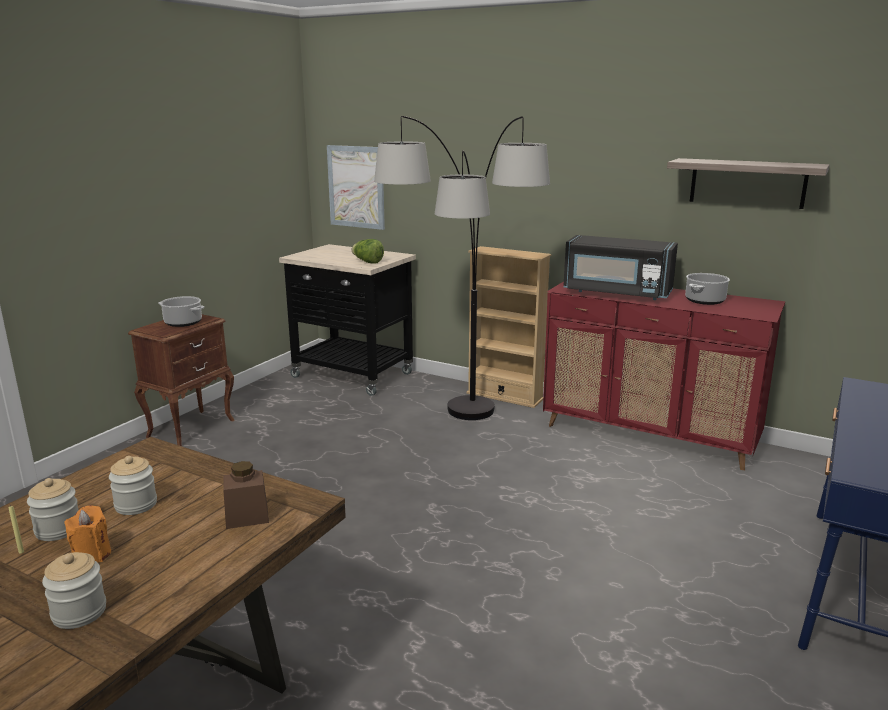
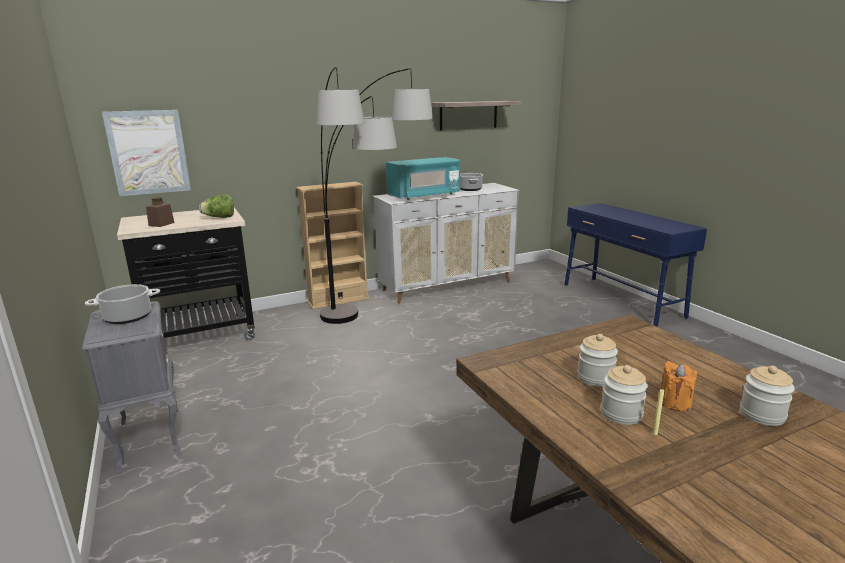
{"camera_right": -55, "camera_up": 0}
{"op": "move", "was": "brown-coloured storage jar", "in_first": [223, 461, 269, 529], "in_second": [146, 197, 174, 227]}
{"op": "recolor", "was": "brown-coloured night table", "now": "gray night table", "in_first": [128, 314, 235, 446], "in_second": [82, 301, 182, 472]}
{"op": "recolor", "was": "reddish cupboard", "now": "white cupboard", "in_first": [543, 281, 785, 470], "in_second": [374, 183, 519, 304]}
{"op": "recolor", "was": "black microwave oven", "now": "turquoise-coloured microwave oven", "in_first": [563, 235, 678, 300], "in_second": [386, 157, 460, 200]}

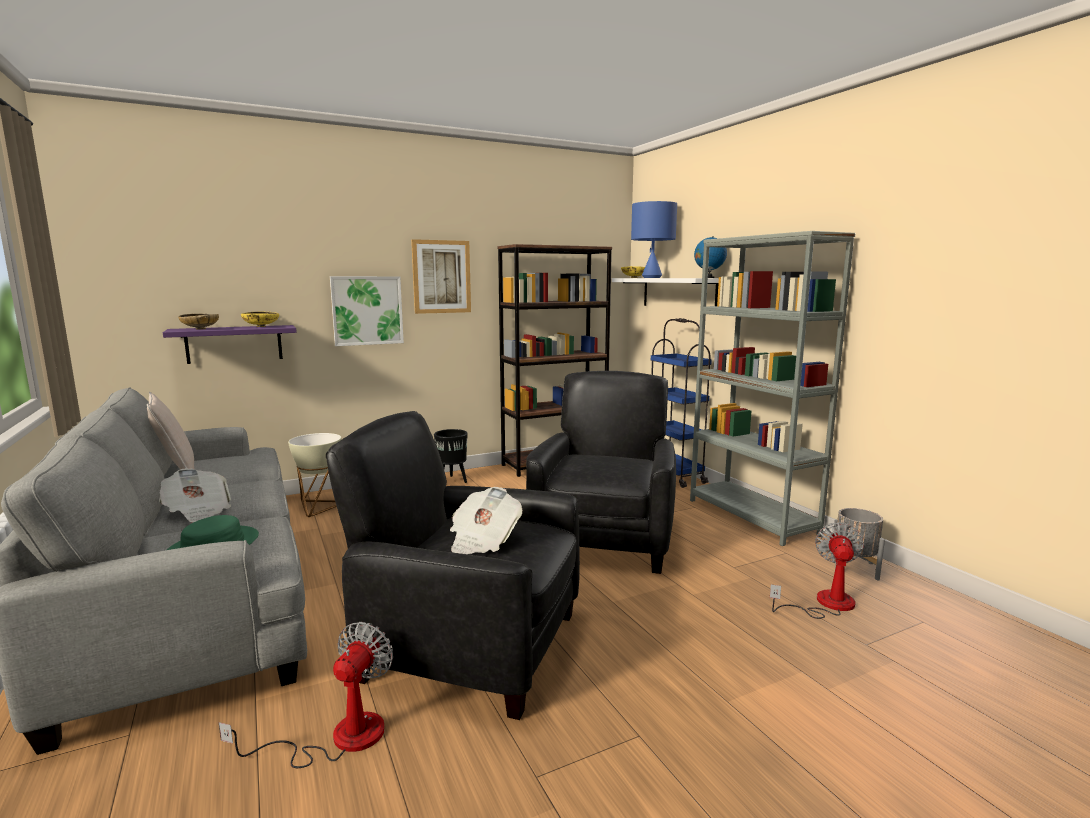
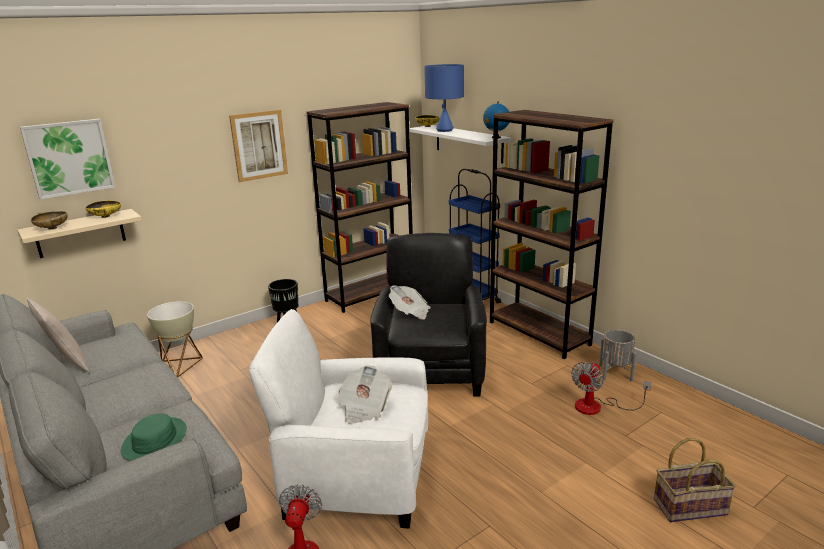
{"camera_right": -10, "camera_up": 10}
{"op": "insert", "now": "basket", "in_second": [654, 438, 736, 522]}
{"op": "move", "was": "daily paper", "in_first": [159, 468, 231, 523], "in_second": [389, 285, 430, 320]}
{"op": "move", "was": "wall art", "in_first": [330, 276, 404, 346], "in_second": [20, 119, 115, 200]}
{"op": "recolor", "was": "purple-coloured shelf", "now": "beige shelf", "in_first": [163, 325, 297, 364], "in_second": [17, 209, 142, 258]}
{"op": "recolor", "was": "black armchair", "now": "white armchair", "in_first": [326, 411, 580, 720], "in_second": [249, 309, 428, 528]}
{"op": "recolor", "was": "gray shelving unit", "now": "brown-coloured shelving unit", "in_first": [690, 231, 856, 546], "in_second": [490, 110, 614, 359]}
{"op": "rotate", "was": "electric fan", "in_first": [770, 522, 864, 619], "in_second": [571, 362, 651, 415], "clockwise": -150}

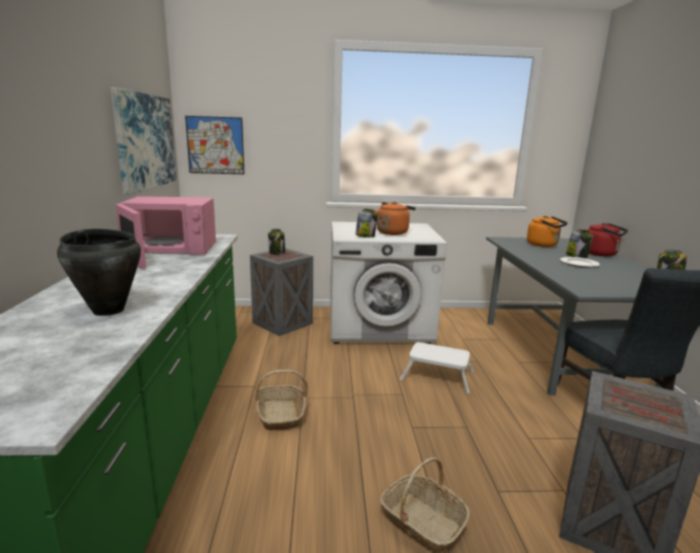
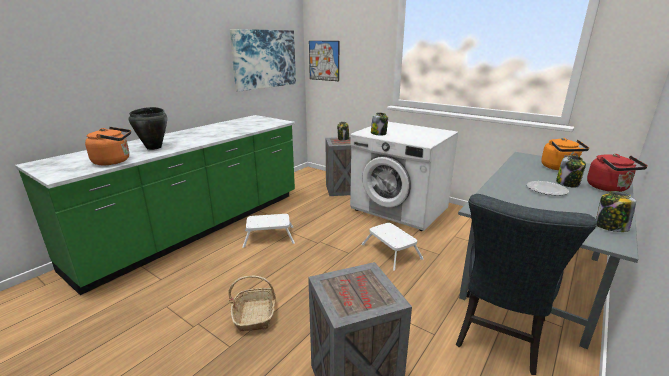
{"camera_right": 40, "camera_up": 5}
{"op": "delete", "was": "pink-coloured microwave oven", "in_first": [116, 196, 216, 269]}
{"op": "move", "was": "orange kettle", "in_first": [374, 202, 416, 235], "in_second": [85, 127, 131, 165]}
{"op": "replace", "was": "basket", "now": "white stepladder", "in_first": [255, 370, 308, 430], "in_second": [243, 214, 295, 248]}

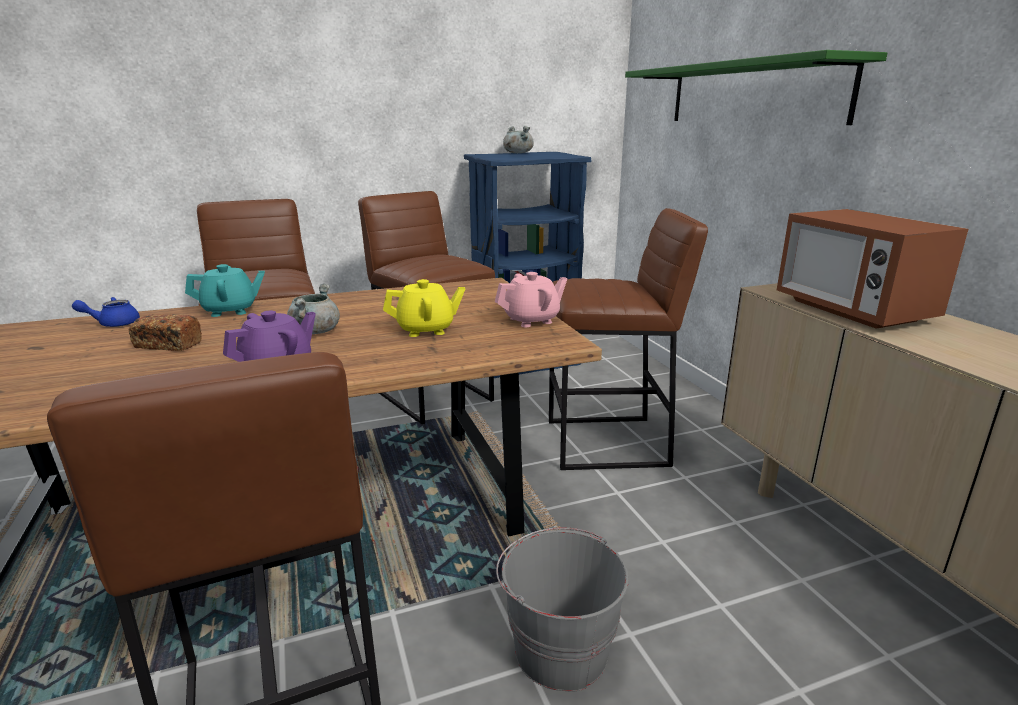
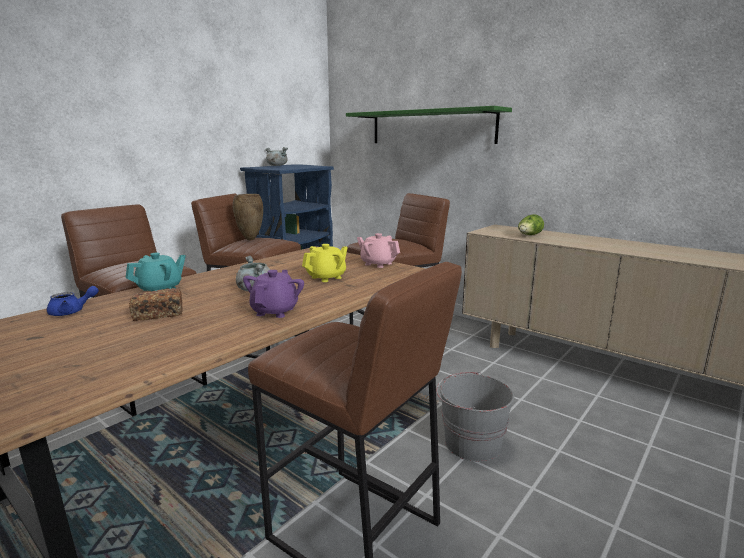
{"camera_right": -30, "camera_up": -5}
{"op": "insert", "now": "brown-coloured flower vase", "in_second": [233, 194, 263, 240]}
{"op": "replace", "was": "microwave oven", "now": "head of lettuce", "in_first": [777, 209, 968, 329], "in_second": [518, 214, 544, 235]}
{"op": "rotate", "was": "bluish teapot", "in_first": [72, 297, 140, 327], "in_second": [47, 286, 99, 316], "clockwise": -150}
{"op": "rotate", "was": "pink-coloured teapot", "in_first": [495, 272, 567, 327], "in_second": [357, 233, 400, 268], "clockwise": -90}

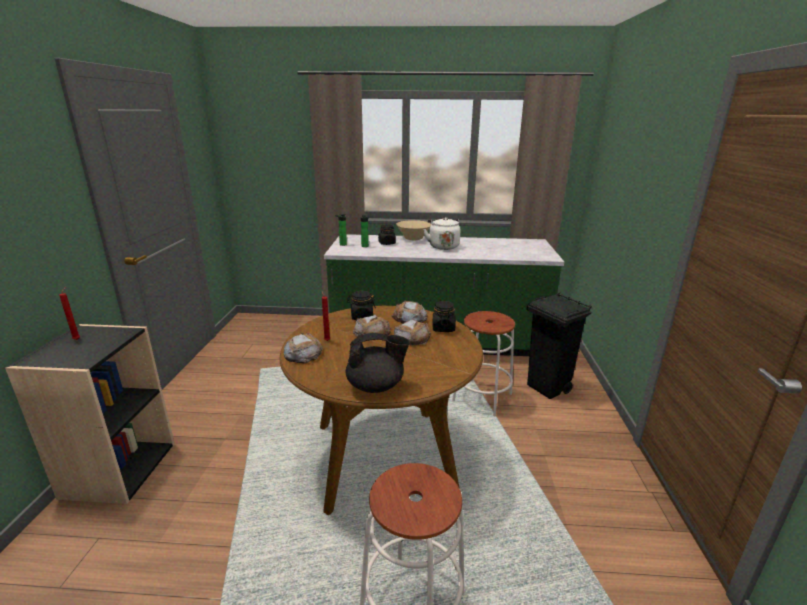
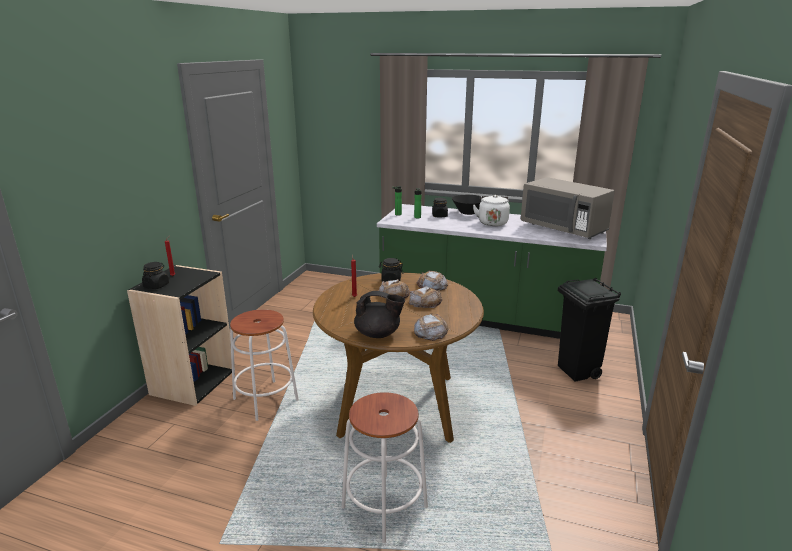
{"camera_right": 15, "camera_up": 0}
{"op": "insert", "now": "gray microwave oven", "in_second": [521, 177, 615, 239]}
{"op": "move", "was": "baked bread", "in_first": [284, 333, 323, 363], "in_second": [414, 313, 448, 341]}
{"op": "move", "was": "black storage jar", "in_first": [433, 301, 456, 332], "in_second": [142, 262, 169, 289]}
{"op": "move", "was": "white stool seat", "in_first": [452, 311, 515, 416], "in_second": [230, 309, 299, 421]}
{"op": "recolor", "was": "beige bowl", "now": "black bowl", "in_first": [396, 220, 432, 240], "in_second": [452, 195, 481, 215]}

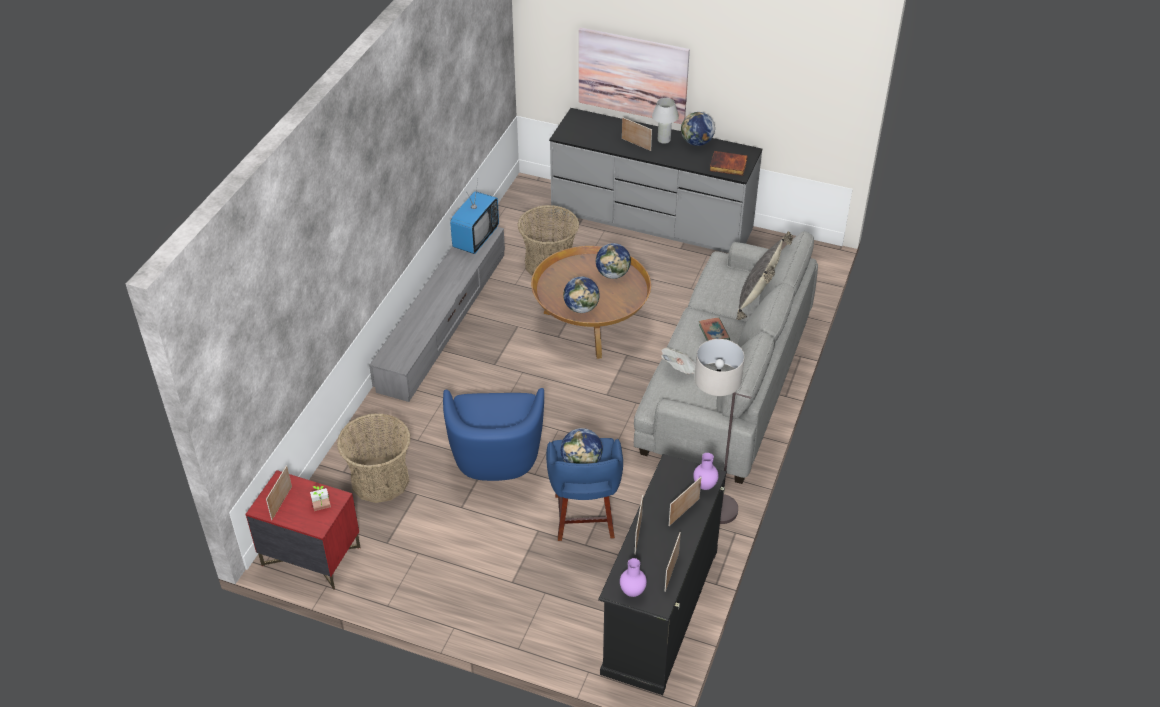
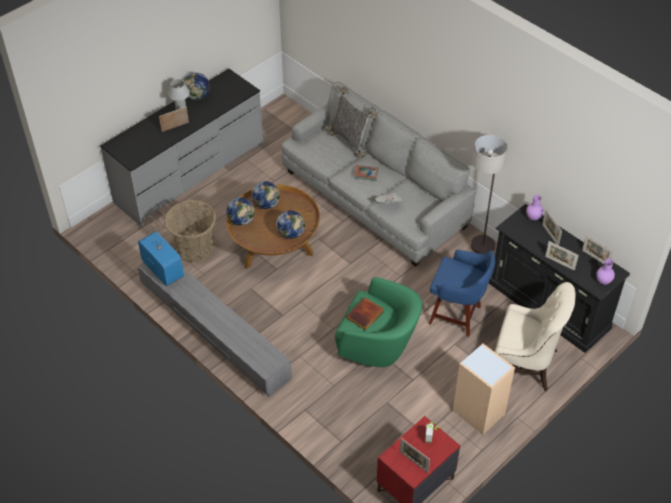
{"camera_right": -65, "camera_up": 5}
{"op": "delete", "was": "basket", "in_first": [337, 413, 411, 503]}
{"op": "delete", "was": "wall art", "in_first": [579, 28, 690, 124]}
{"op": "insert", "now": "shelving unit", "in_second": [453, 343, 515, 435]}
{"op": "insert", "now": "beige armchair", "in_second": [495, 282, 575, 391]}
{"op": "move", "was": "world globe", "in_first": [561, 428, 603, 464], "in_second": [226, 197, 255, 226]}
{"op": "move", "was": "volume", "in_first": [710, 151, 748, 176], "in_second": [346, 297, 383, 331]}
{"op": "recolor", "was": "bluish armchair", "now": "green armchair", "in_first": [443, 388, 544, 481], "in_second": [335, 277, 422, 367]}

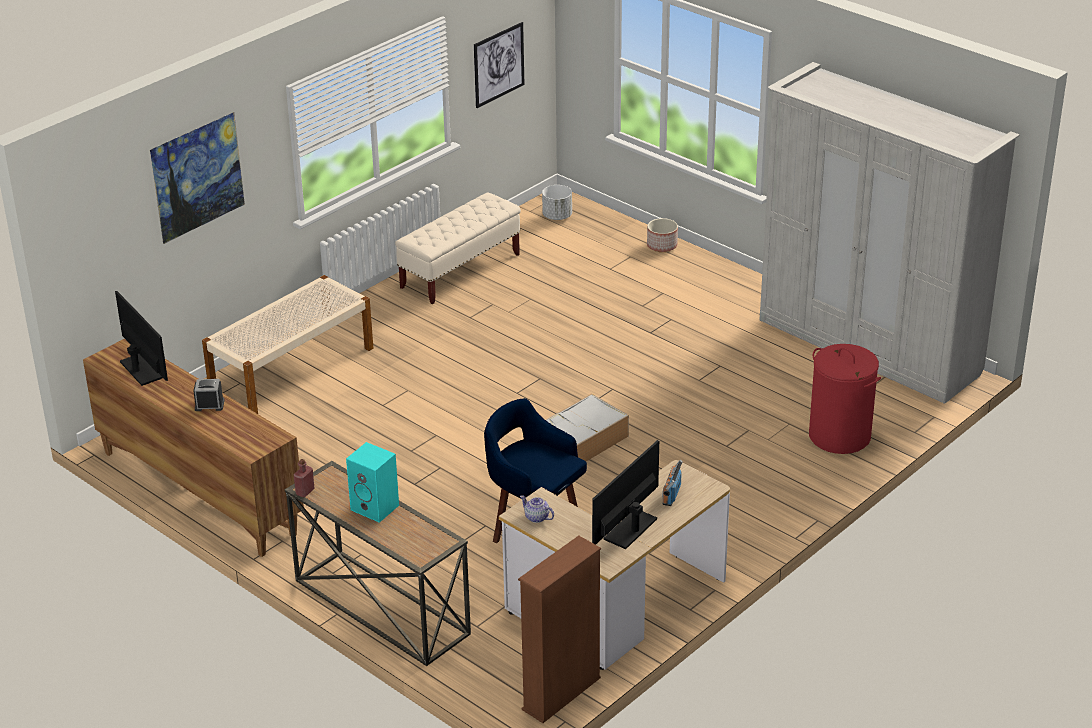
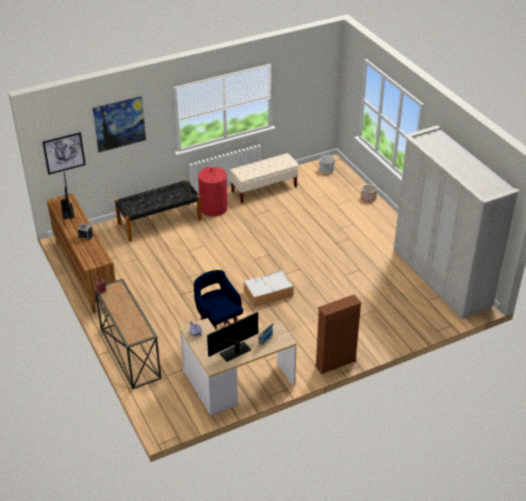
{"camera_right": 20, "camera_up": 5}
{"op": "delete", "was": "turquoise-coloured speaker", "in_first": [346, 442, 399, 523]}
{"op": "move", "was": "wall art", "in_first": [474, 22, 525, 108], "in_second": [42, 132, 86, 175]}
{"op": "move", "was": "brown-coloured shelving unit", "in_first": [518, 536, 601, 723], "in_second": [315, 294, 362, 374]}
{"op": "move", "was": "reddish hamper", "in_first": [809, 344, 881, 454], "in_second": [198, 167, 228, 217]}
{"op": "recolor", "was": "beige bench", "now": "black bench", "in_first": [202, 275, 373, 414], "in_second": [115, 180, 202, 242]}

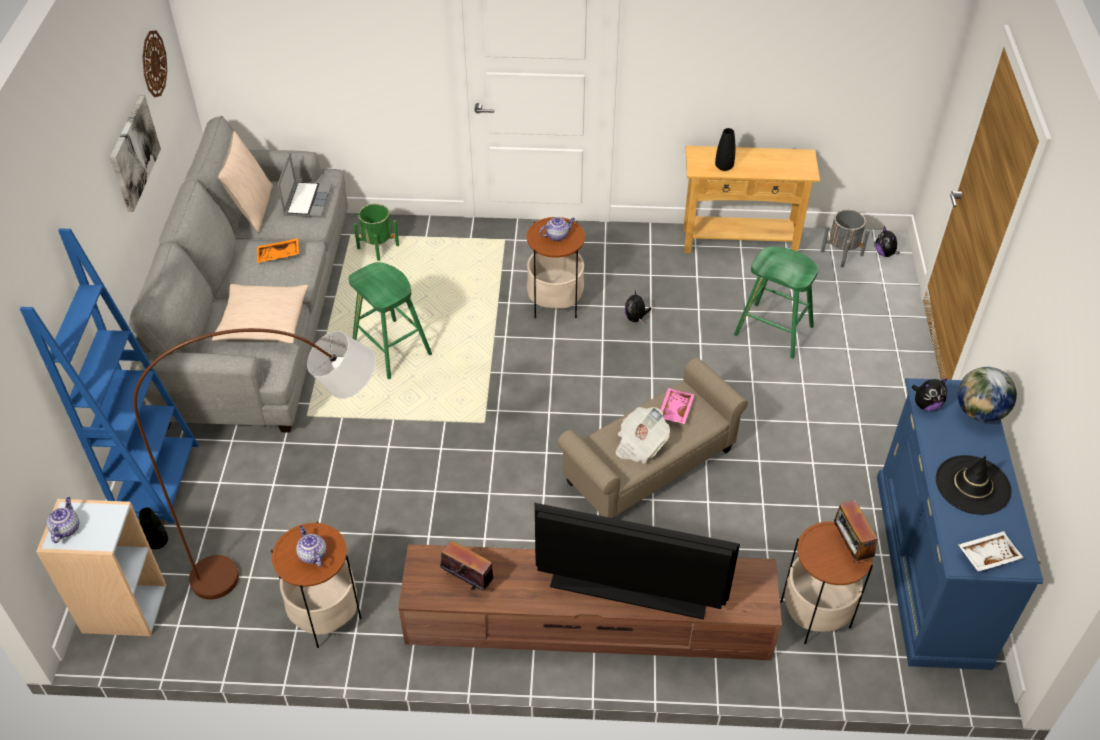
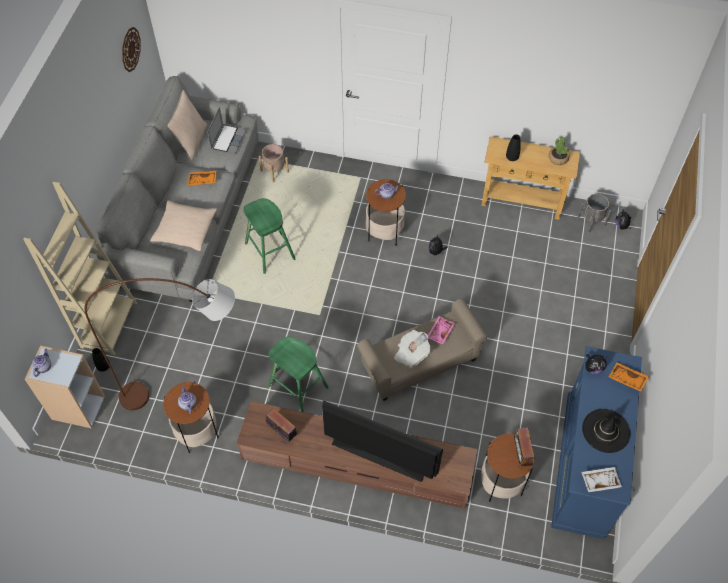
{"camera_right": 10, "camera_up": 10}
{"op": "delete", "was": "wall art", "in_first": [110, 95, 161, 212]}
{"op": "insert", "now": "houseplant", "in_second": [549, 137, 570, 165]}
{"op": "move", "was": "green stool seat", "in_first": [734, 247, 818, 359], "in_second": [268, 337, 329, 412]}
{"op": "replace", "was": "world globe", "now": "orange carrying tray", "in_first": [958, 367, 1017, 423], "in_second": [609, 363, 649, 392]}
{"op": "recolor", "was": "bluish shelving unit", "now": "beige shelving unit", "in_first": [20, 228, 199, 523], "in_second": [23, 182, 137, 355]}
{"op": "recolor", "was": "green plant pot", "now": "beige plant pot", "in_first": [353, 204, 399, 261], "in_second": [259, 144, 289, 183]}

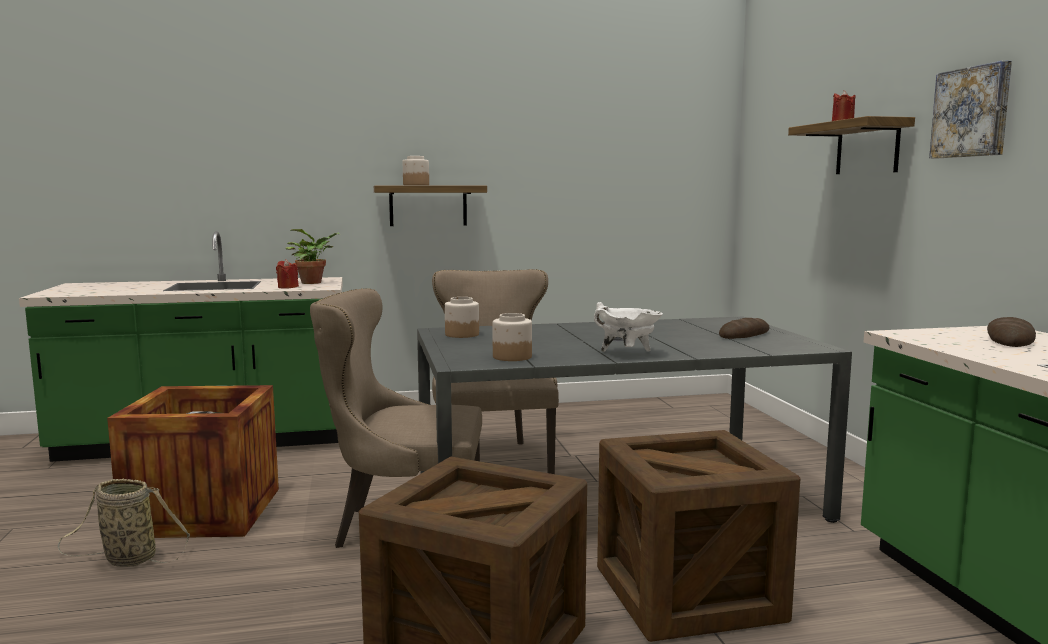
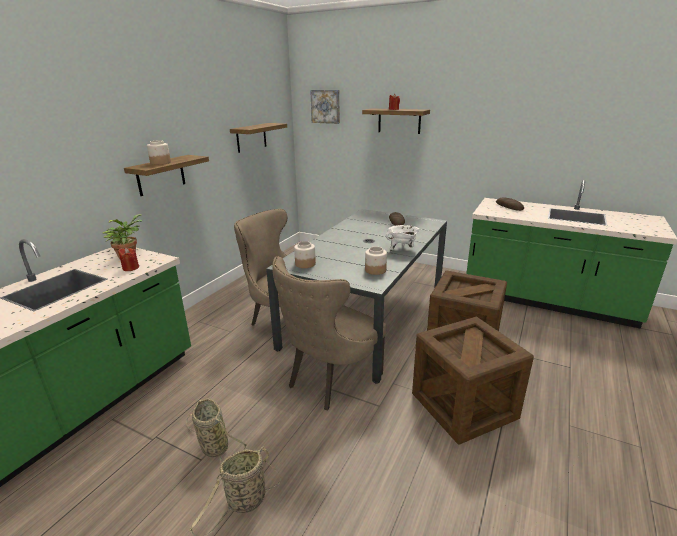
{"camera_right": -50, "camera_up": 15}
{"op": "insert", "now": "shelf", "in_second": [230, 123, 287, 153]}
{"op": "move", "was": "wall art", "in_first": [929, 60, 1012, 158], "in_second": [310, 90, 340, 124]}
{"op": "replace", "was": "shipping crate", "now": "basket", "in_first": [107, 385, 279, 538], "in_second": [186, 398, 248, 462]}

